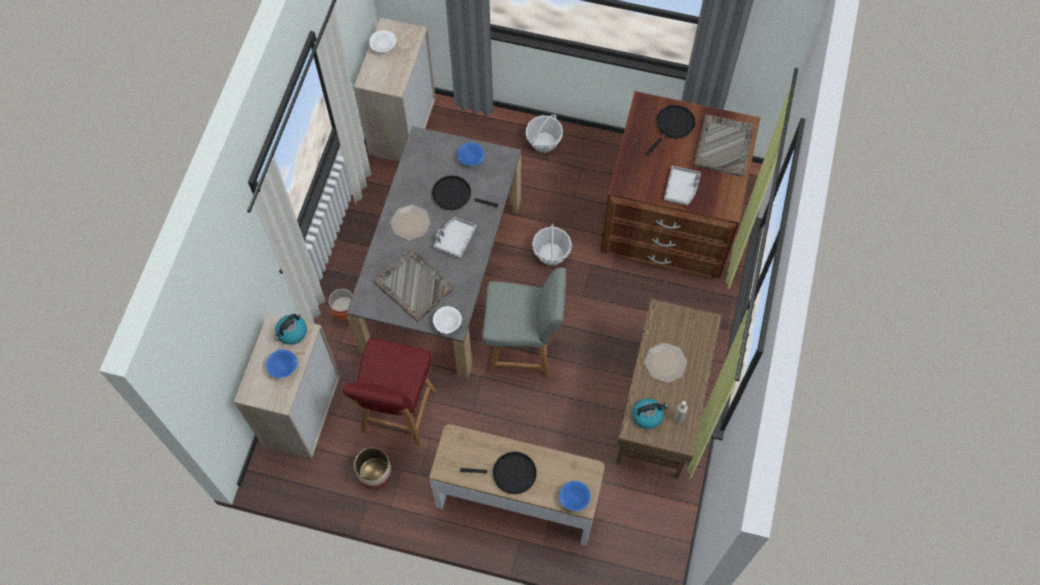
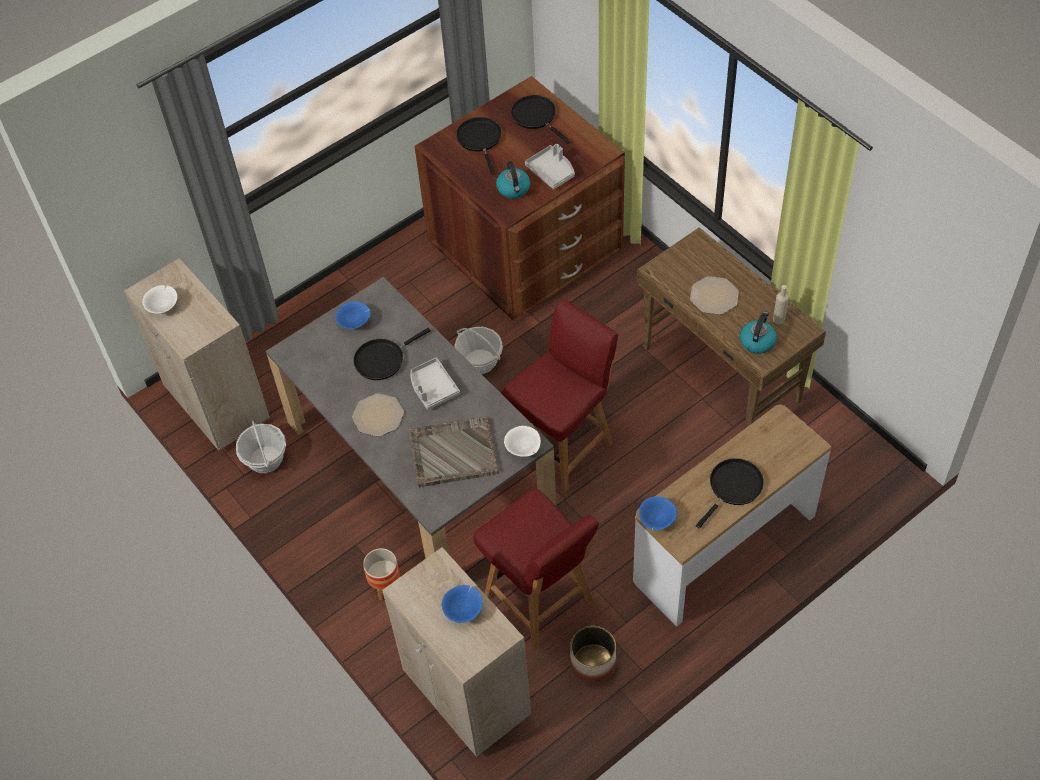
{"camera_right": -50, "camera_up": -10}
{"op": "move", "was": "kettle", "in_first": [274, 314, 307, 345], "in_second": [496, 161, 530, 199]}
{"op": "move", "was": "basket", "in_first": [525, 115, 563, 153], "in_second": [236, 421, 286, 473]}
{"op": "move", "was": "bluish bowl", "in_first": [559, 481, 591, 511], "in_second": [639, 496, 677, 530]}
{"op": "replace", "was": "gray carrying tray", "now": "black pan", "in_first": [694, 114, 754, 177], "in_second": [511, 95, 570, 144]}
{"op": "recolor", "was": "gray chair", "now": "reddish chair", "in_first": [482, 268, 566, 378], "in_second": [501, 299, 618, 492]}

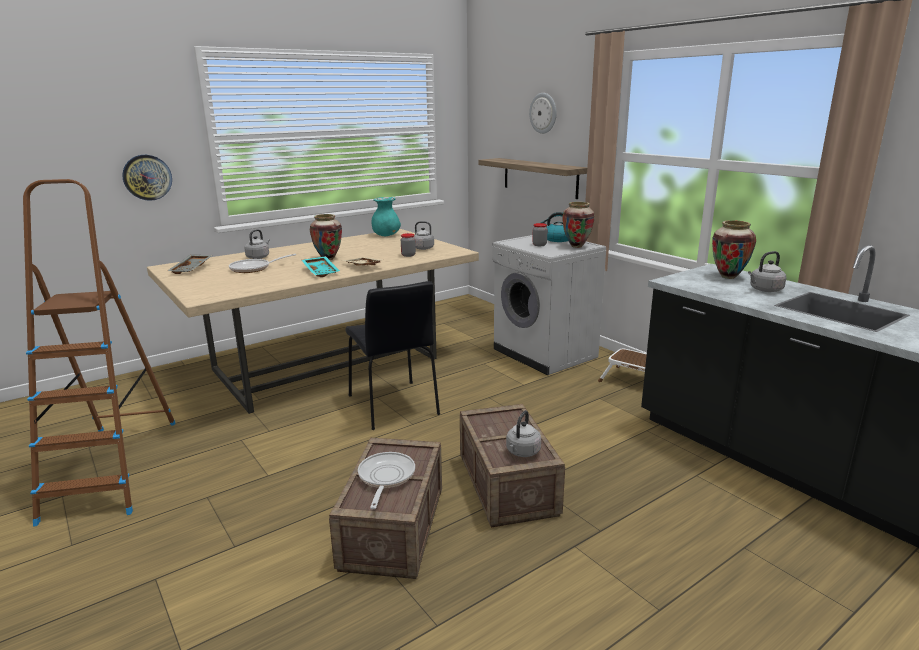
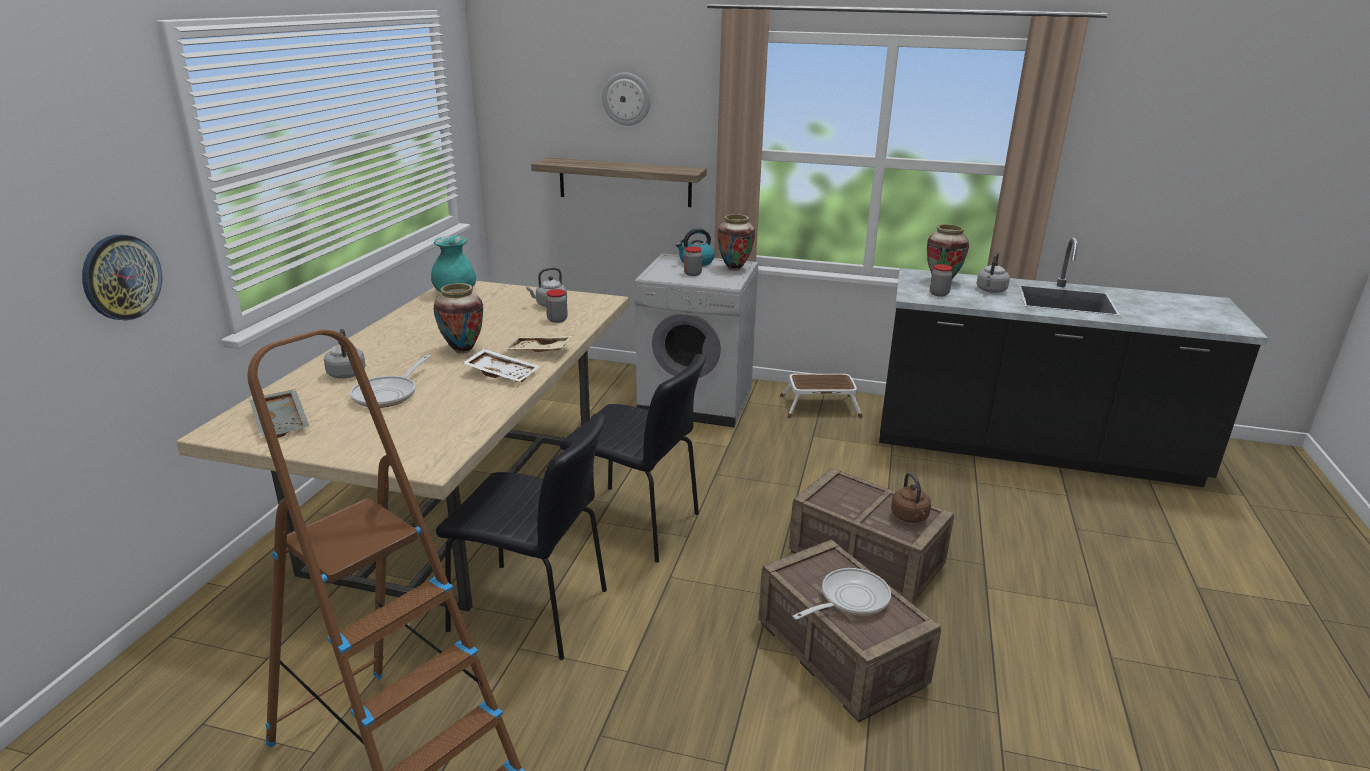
{"camera_right": -40, "camera_up": 5}
{"op": "insert", "now": "black chair", "in_second": [436, 413, 607, 660]}
{"op": "insert", "now": "storage jar", "in_second": [930, 264, 953, 297]}
{"op": "recolor", "was": "turquoise-coloured carrying tray", "now": "white carrying tray", "in_first": [302, 256, 340, 277], "in_second": [463, 349, 540, 382]}
{"op": "recolor", "was": "gray kettle", "now": "brown-coloured kettle", "in_first": [506, 410, 541, 457], "in_second": [891, 473, 931, 523]}
{"op": "rotate", "was": "pan", "in_first": [358, 452, 415, 509], "in_second": [793, 568, 891, 620], "clockwise": 90}

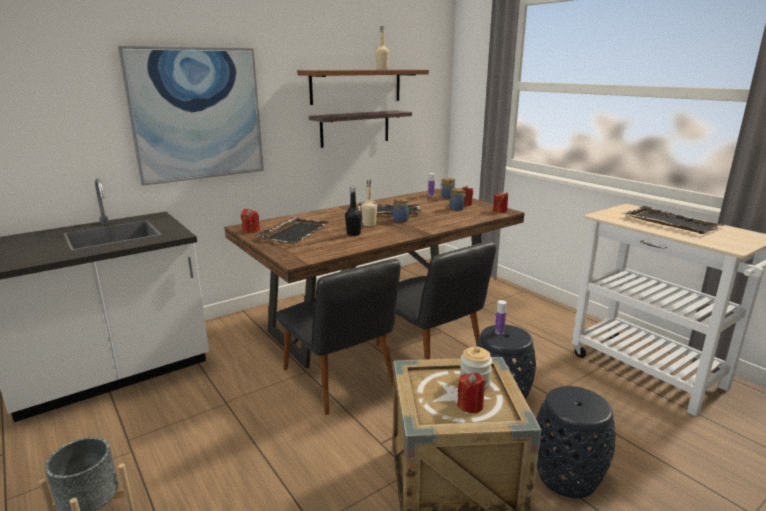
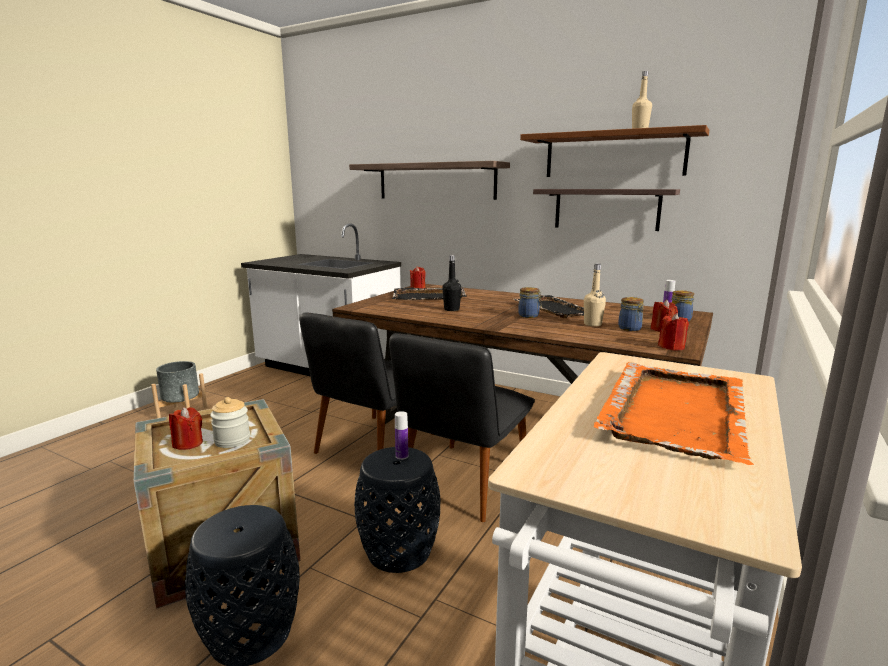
{"camera_right": 65, "camera_up": -5}
{"op": "move", "was": "beige beverage bottle", "in_first": [361, 180, 377, 226], "in_second": [584, 264, 606, 327]}
{"op": "replace", "was": "wall art", "now": "shelf", "in_first": [117, 46, 264, 186], "in_second": [349, 161, 510, 200]}
{"op": "recolor", "was": "black carrying tray", "now": "orange carrying tray", "in_first": [622, 206, 726, 234], "in_second": [594, 362, 754, 465]}

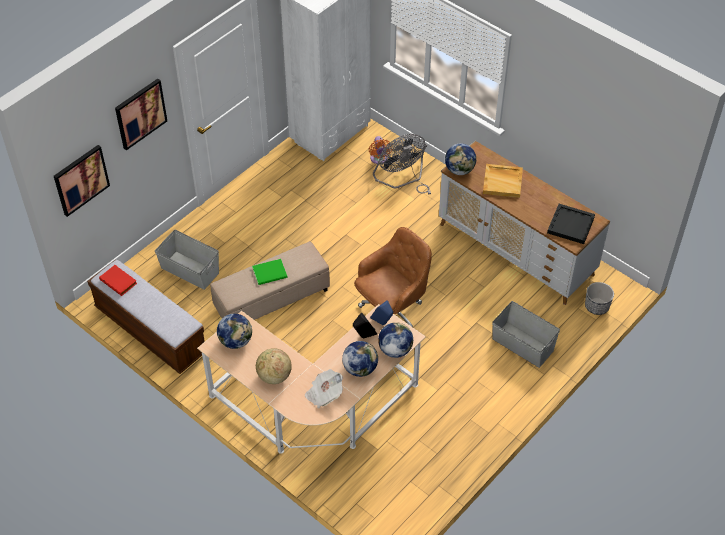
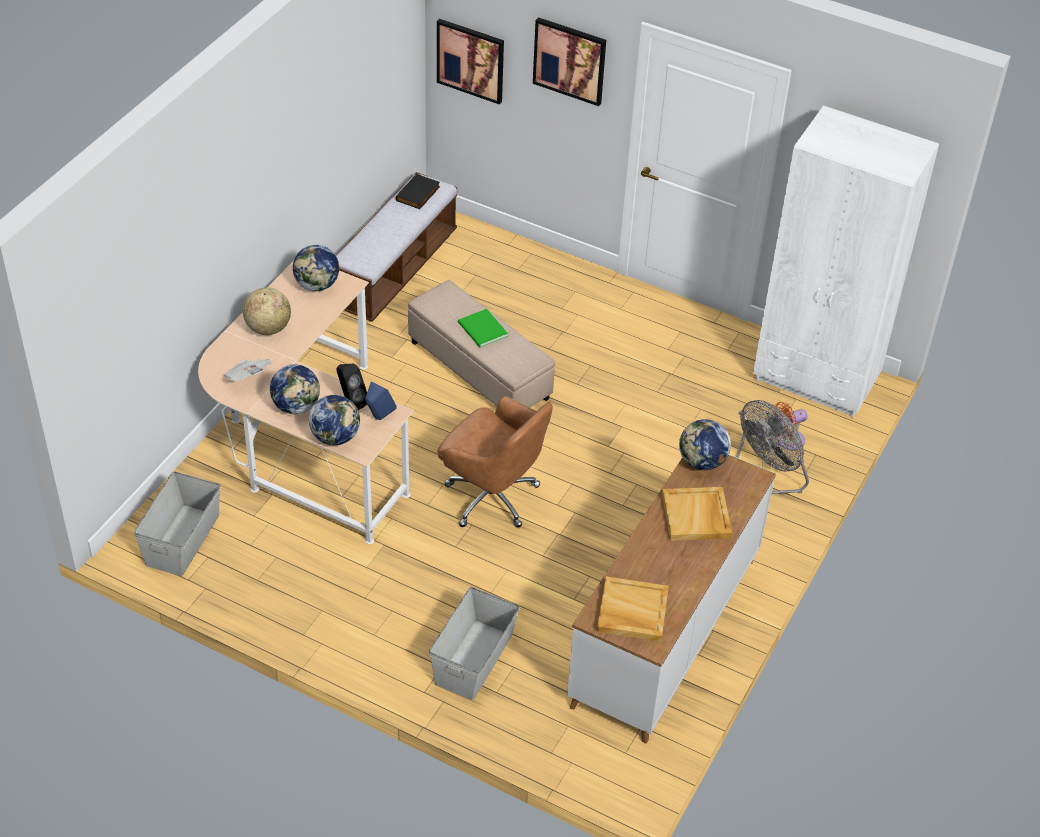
{"camera_right": 75, "camera_up": -5}
{"op": "delete", "was": "plant pot", "in_first": [585, 282, 614, 315]}
{"op": "move", "was": "gray storage box", "in_first": [155, 230, 219, 290], "in_second": [134, 471, 221, 576]}
{"op": "recolor", "was": "reddish volume", "now": "black volume", "in_first": [99, 265, 137, 296], "in_second": [396, 174, 440, 209]}
{"op": "recolor", "was": "black carrying tray", "now": "beige carrying tray", "in_first": [547, 204, 595, 244], "in_second": [597, 576, 669, 642]}

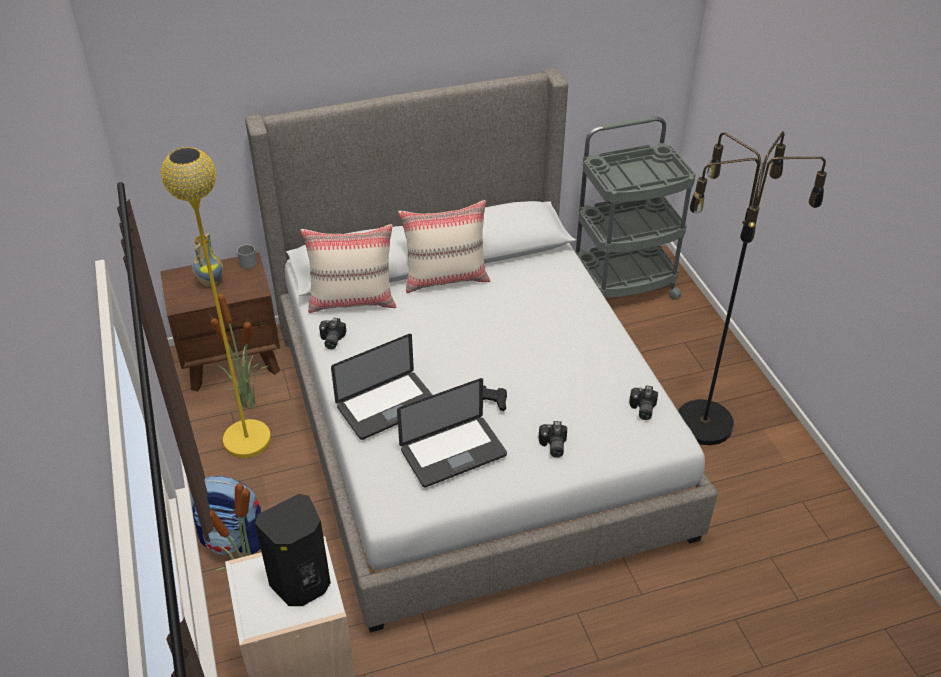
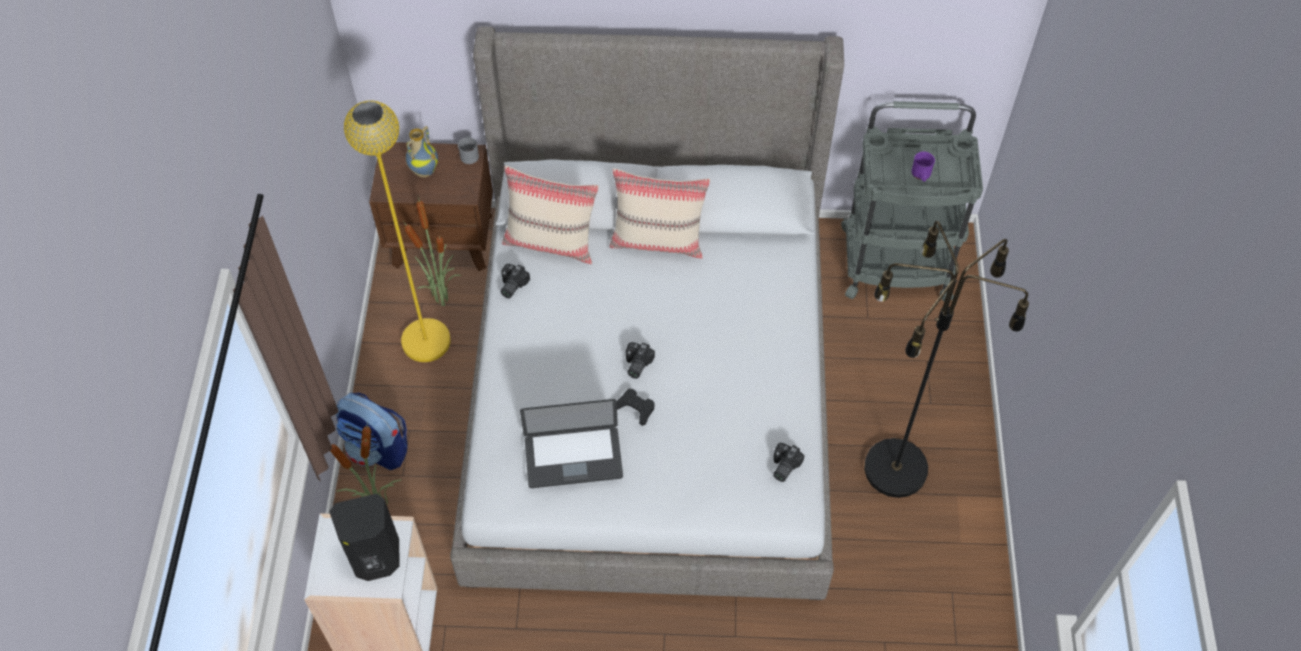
{"camera_right": 20, "camera_up": 15}
{"op": "delete", "was": "portable computer", "in_first": [331, 334, 432, 440]}
{"op": "insert", "now": "purple-coloured mug", "in_second": [912, 152, 935, 181]}
{"op": "move", "was": "still camera", "in_first": [539, 421, 567, 458], "in_second": [626, 342, 655, 379]}

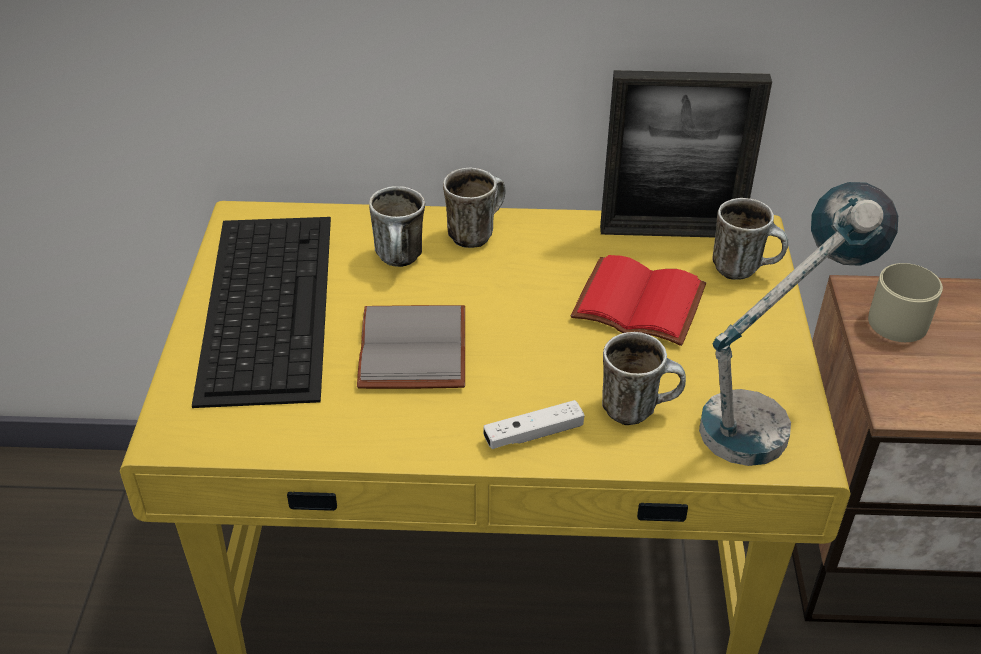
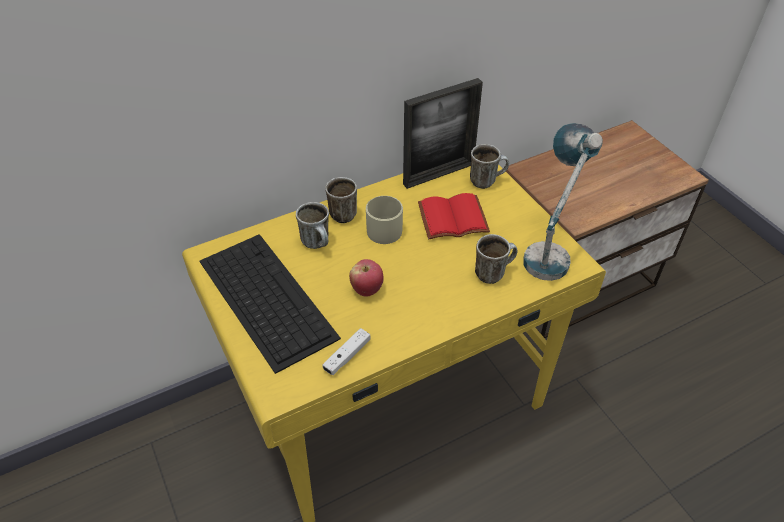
{"camera_right": -30, "camera_up": 5}
{"op": "move", "was": "white joypad", "in_first": [483, 400, 585, 449], "in_second": [322, 328, 370, 375]}
{"op": "move", "was": "beige mug", "in_first": [868, 263, 943, 342], "in_second": [366, 196, 403, 244]}
{"op": "replace", "was": "gray volume", "now": "whole apple", "in_first": [357, 305, 465, 389], "in_second": [349, 259, 383, 297]}

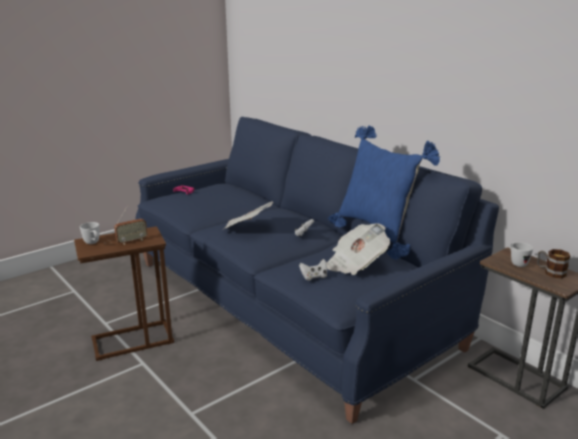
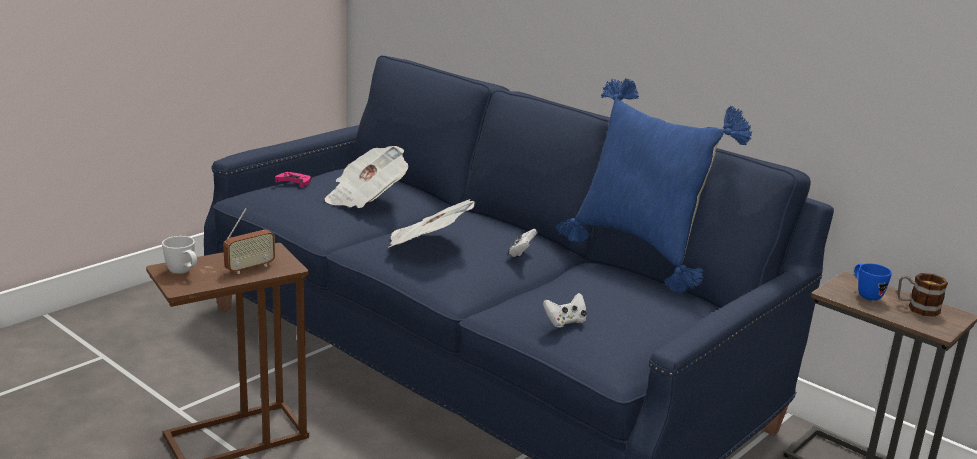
{"camera_right": -10, "camera_up": 0}
{"op": "move", "was": "daily paper", "in_first": [327, 223, 390, 275], "in_second": [325, 146, 408, 208]}
{"op": "recolor", "was": "white mug", "now": "bluish mug", "in_first": [510, 242, 533, 267], "in_second": [854, 263, 892, 301]}

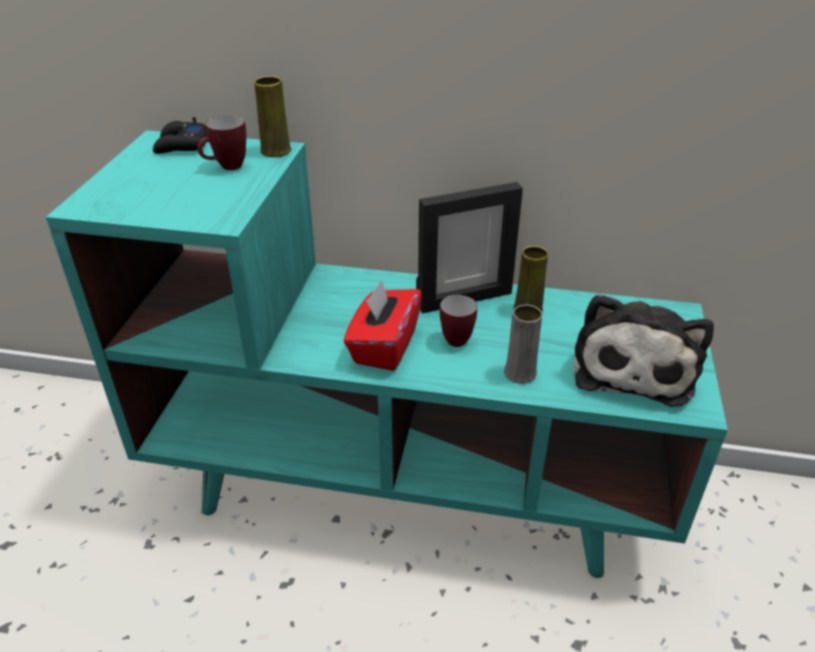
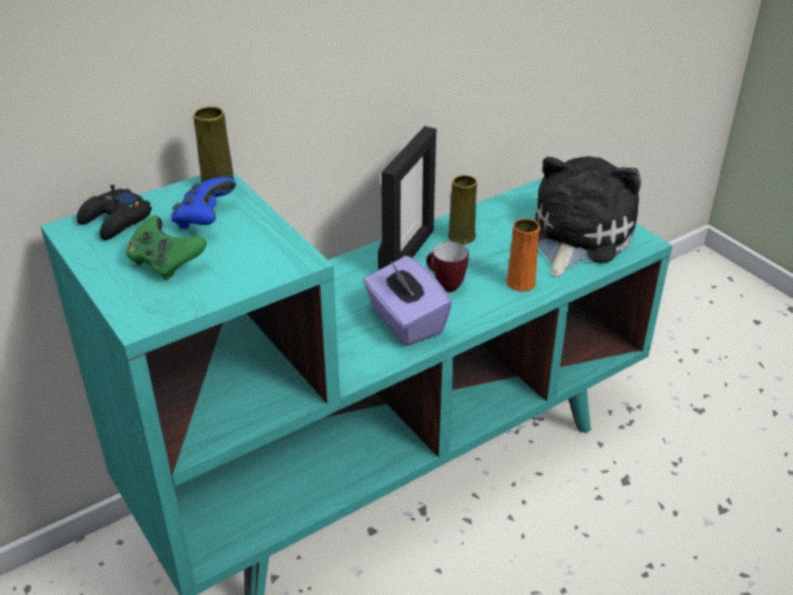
{"camera_right": -45, "camera_up": 0}
{"op": "insert", "now": "green joypad", "in_second": [126, 215, 207, 280]}
{"op": "replace", "was": "mug", "now": "bluish joypad", "in_first": [197, 115, 246, 170], "in_second": [171, 177, 236, 229]}
{"op": "recolor", "was": "reddish box of tissues", "now": "purple-coloured box of tissues", "in_first": [344, 279, 422, 371], "in_second": [363, 256, 452, 346]}
{"op": "recolor", "was": "gray flower vase", "now": "orange flower vase", "in_first": [504, 305, 542, 384], "in_second": [506, 218, 540, 292]}
{"op": "rotate", "was": "cuddly toy", "in_first": [573, 294, 714, 407], "in_second": [535, 156, 641, 277], "clockwise": -120}

